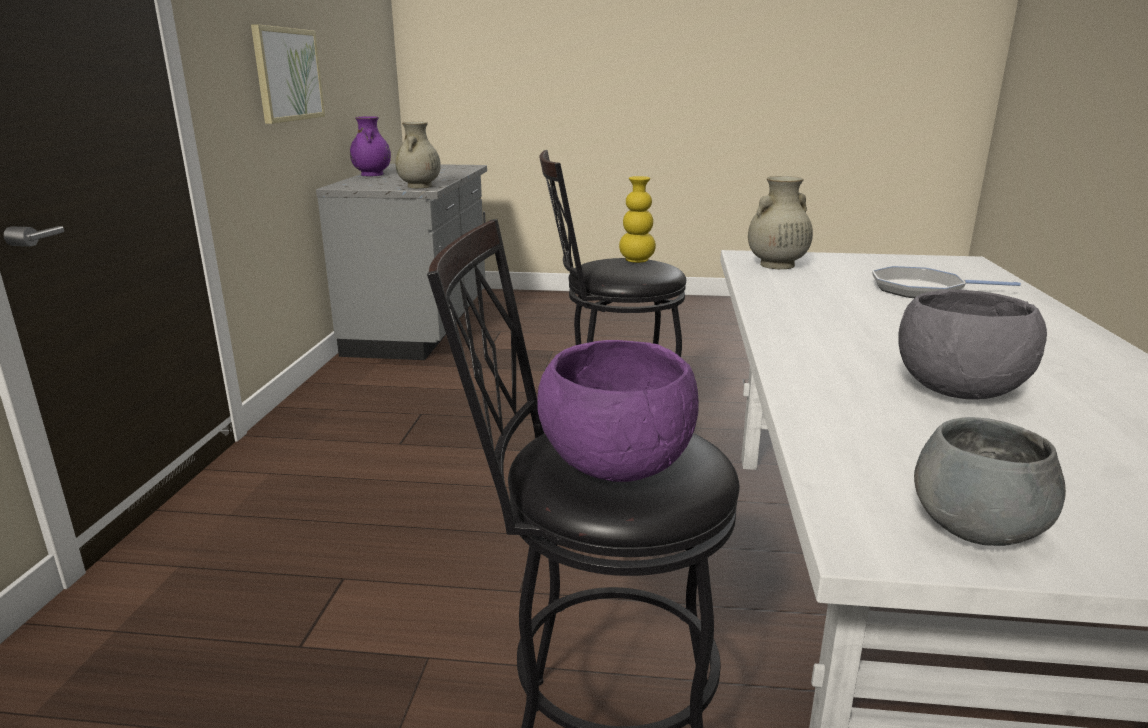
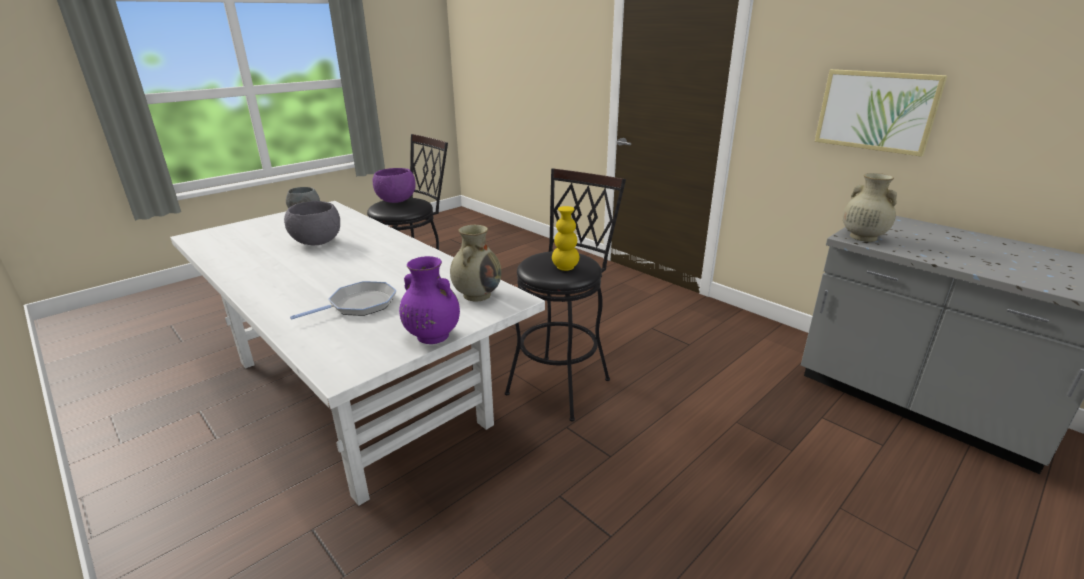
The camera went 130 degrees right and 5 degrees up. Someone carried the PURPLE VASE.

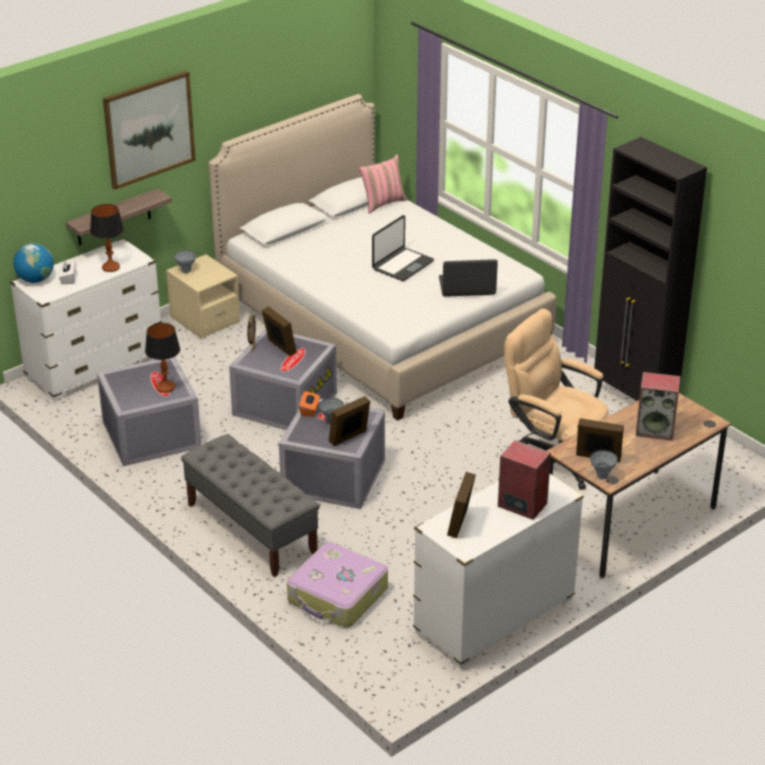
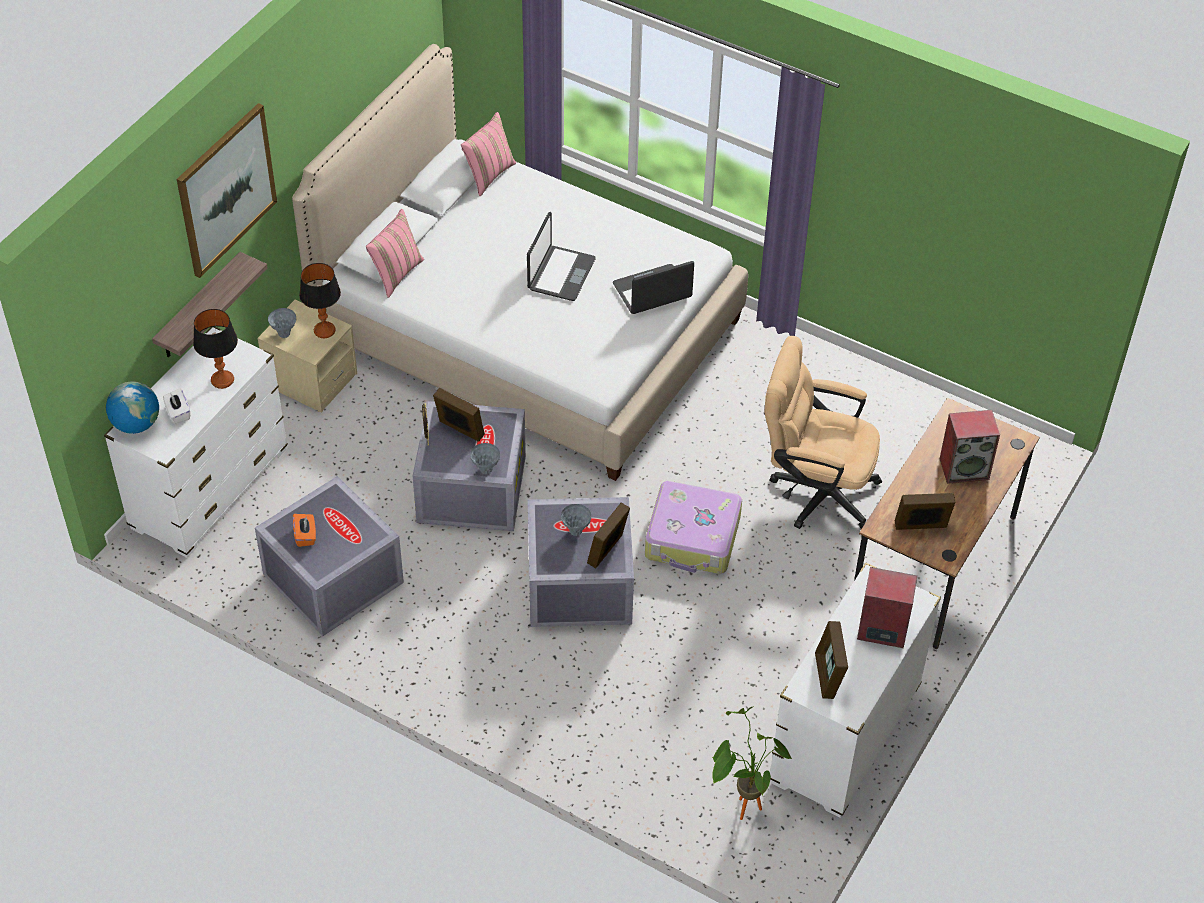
The camera went 20 degrees left and 15 degrees up. Someone carried the TABLE LAMP (2nd from left). Someone took away the GREY BENCH. Someone carried the SUITCASE. Someone carried the ORANGE TISSUE BOX. Someone carried the GREY VASE (3rd from left in the first image). Someone took away the BLACK CABINET. Someone put down the PINK PILLOW (1st from left). Someone put down the POTTED PLANT.

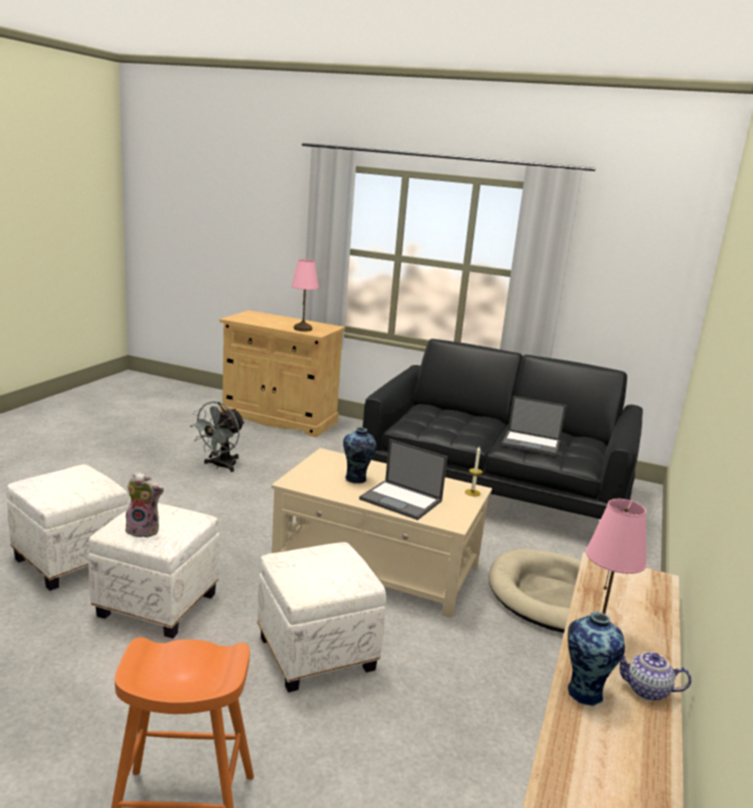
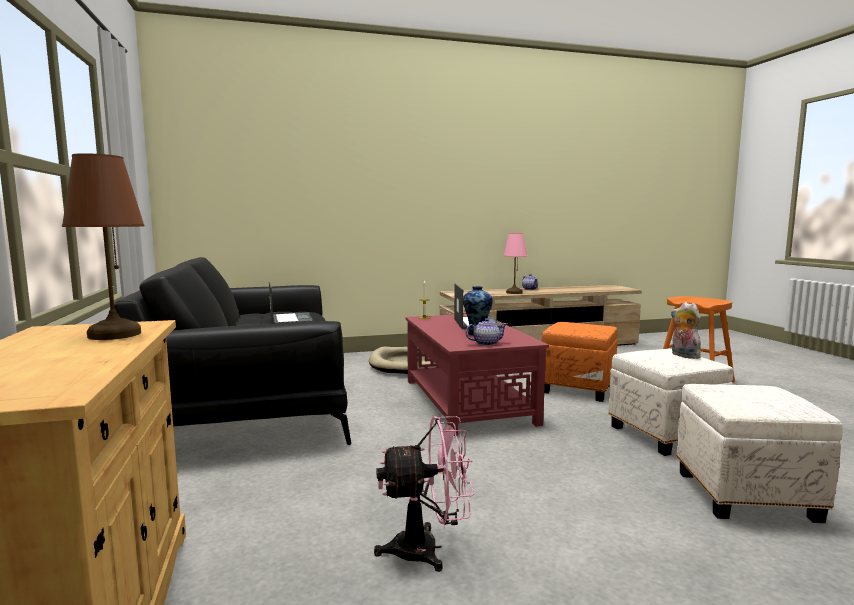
The camera went 125 degrees left and 10 degrees down. Someone repainted the GREY FAN, which became the PINK FAN. Someone repainted the WHITE OTTOMAN (3rd from left), which became the ORANGE OTTOMAN. Someone repainted the BEIGE COFFEE TABLE, which became the RED COFFEE TABLE. Someone repainted the PINK TABLE LAMP (1st from left), which became the BROWN TABLE LAMP. Someone took away the VASE (2nd from left). Someone put down the TEAPOT (1st from left).

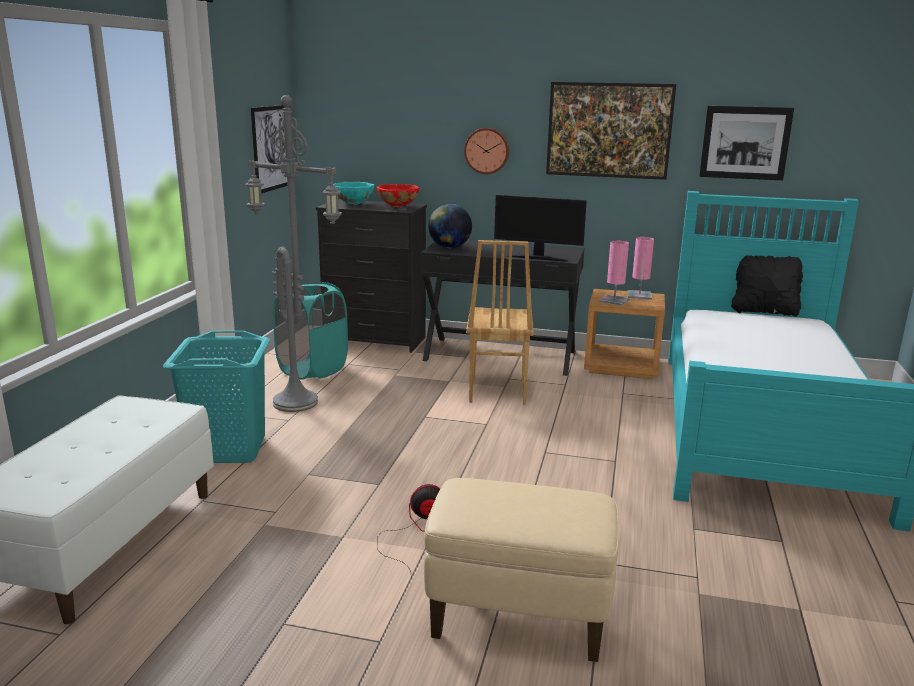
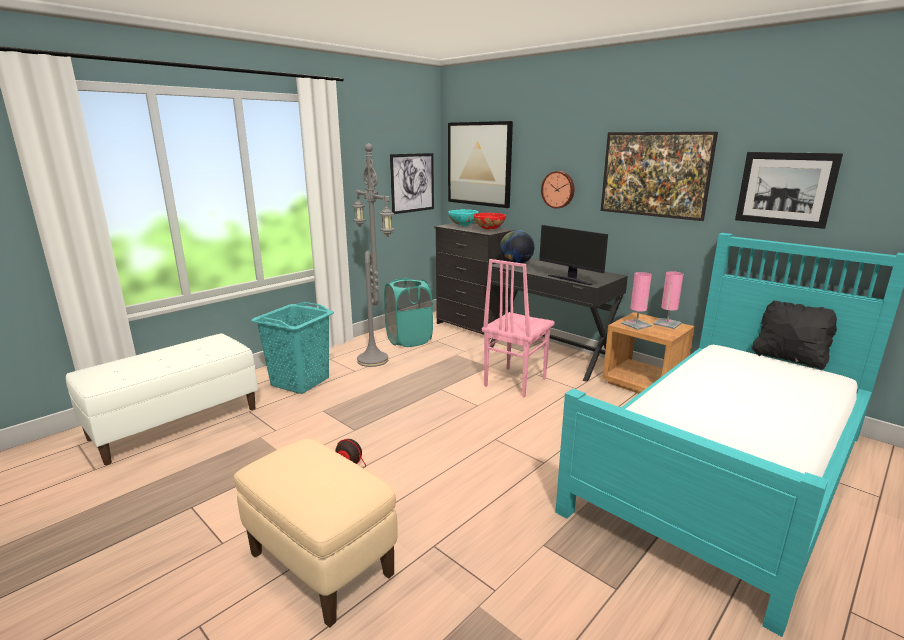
The camera went 30 degrees right and 0 degrees up. Someone repainted the BROWN CHAIR, which became the PINK CHAIR. Someone put up the PICTURE (2nd from left).

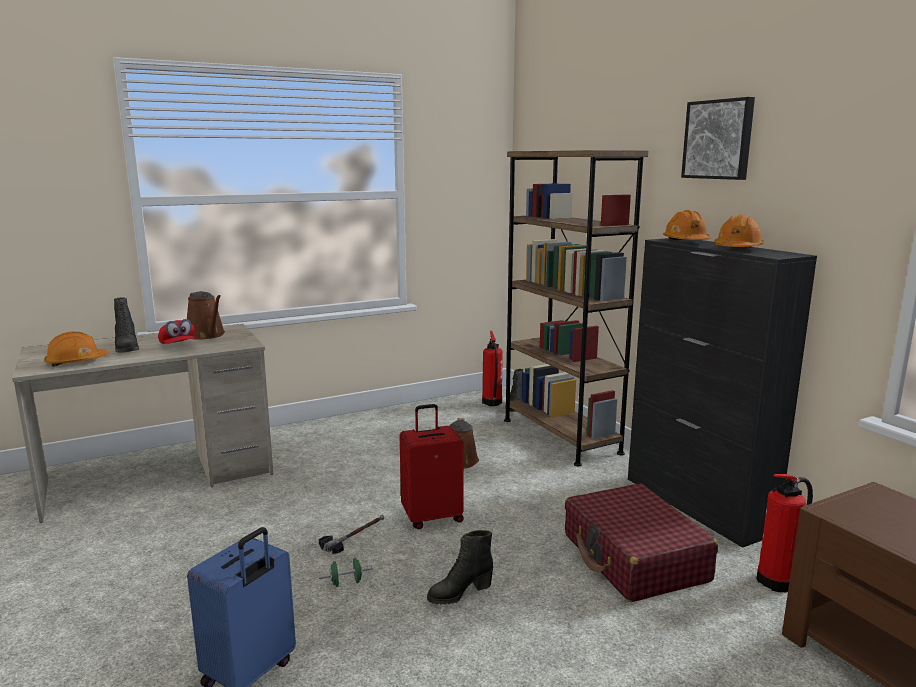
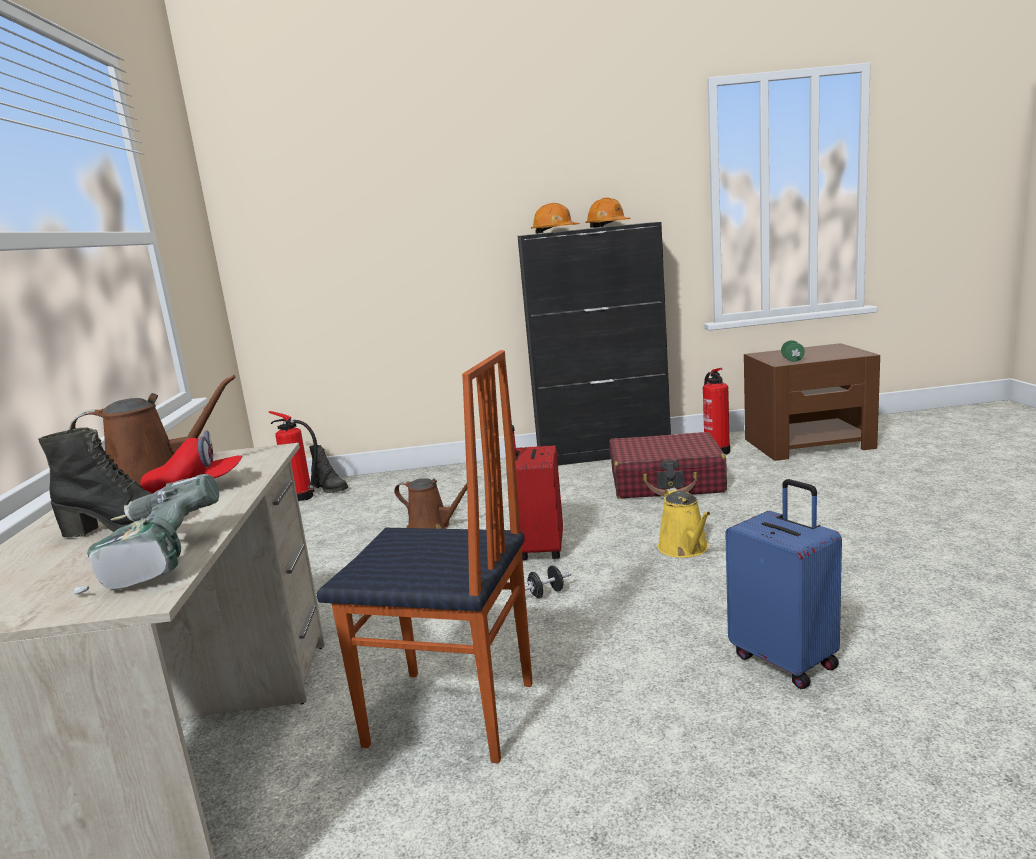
The camera went 65 degrees left and 0 degrees up. Someone swapped the ORANGE HARD HAT (1st from left) for the POWER DRILL. Someone swapped the HAMMER for the BLACK DUMBBELL. Someone carried the GREEN DUMBBELL. Someone swapped the BLACK BOOT (2nd from left) for the YELLOW WATERING CAN. Someone took away the BROWN BOOKCASE. Someone took away the PICTURE. Someone put down the CHAIR.

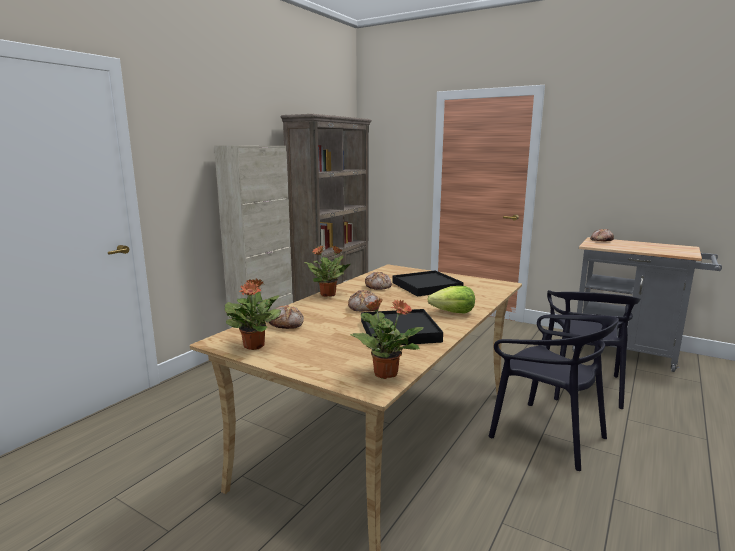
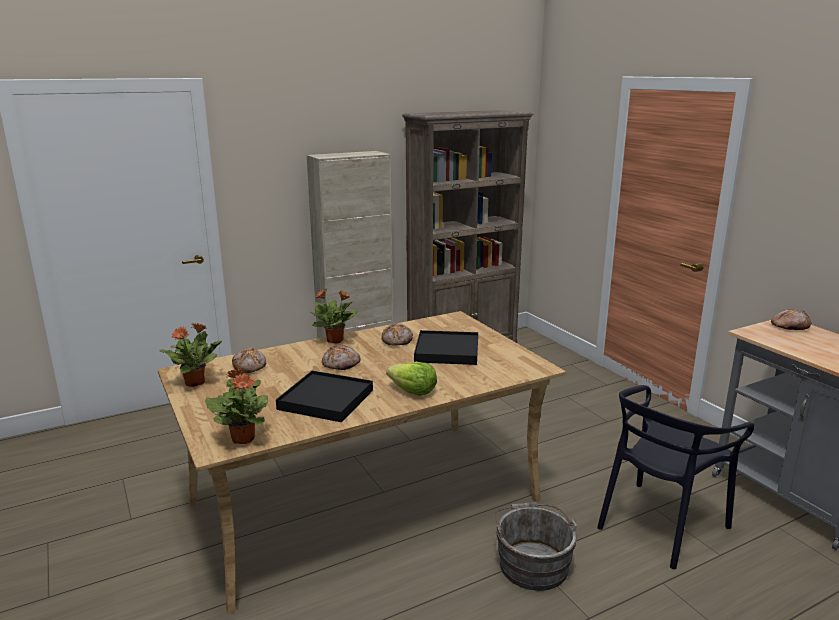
The camera went 30 degrees right and 5 degrees up. Someone swapped the BLACK CHAIR (1st from left) for the GREY BUCKET.

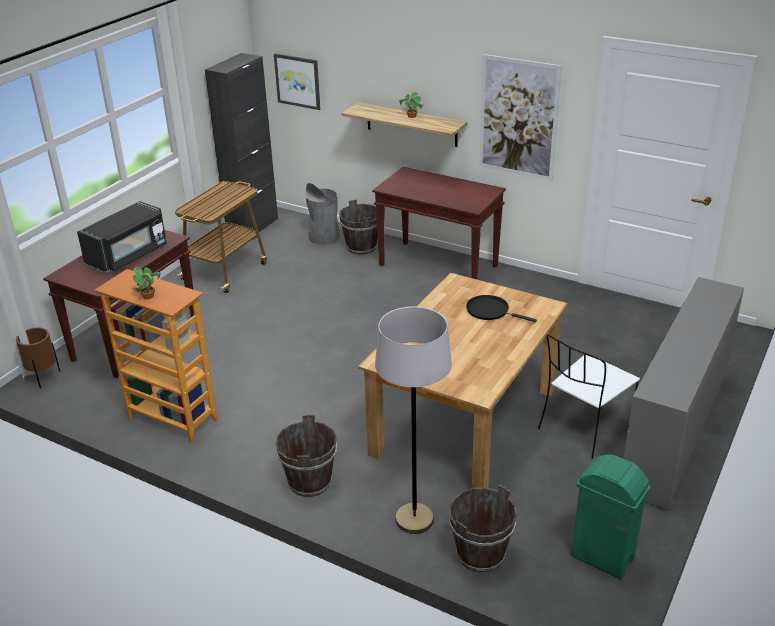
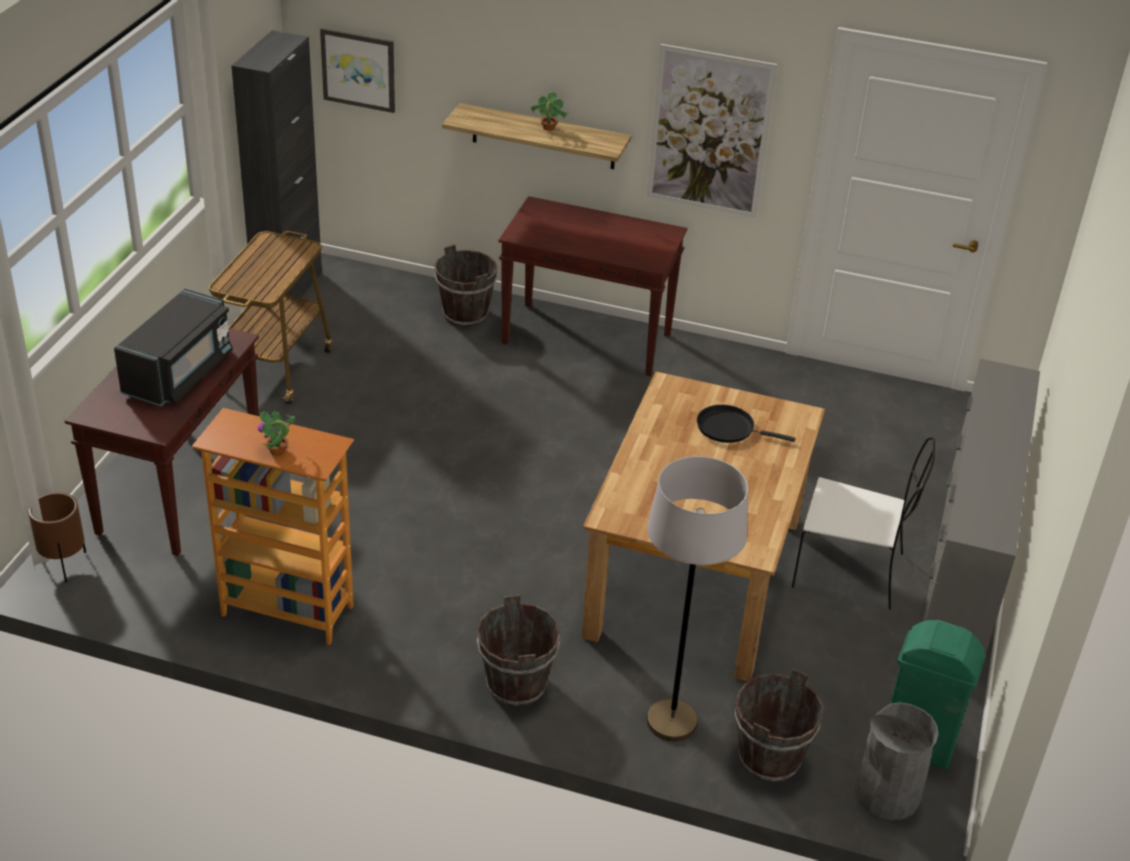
The camera went 15 degrees left and 5 degrees up. Someone carried the GREY TRASH CAN. Someone rotated the WHITE CHAIR by 105 degrees counterclockwise.

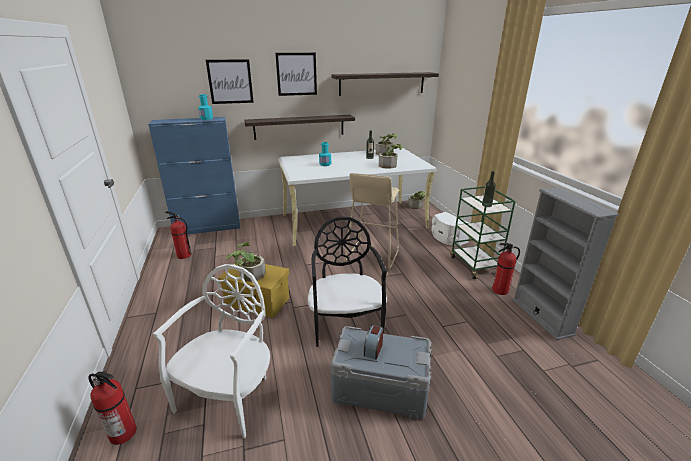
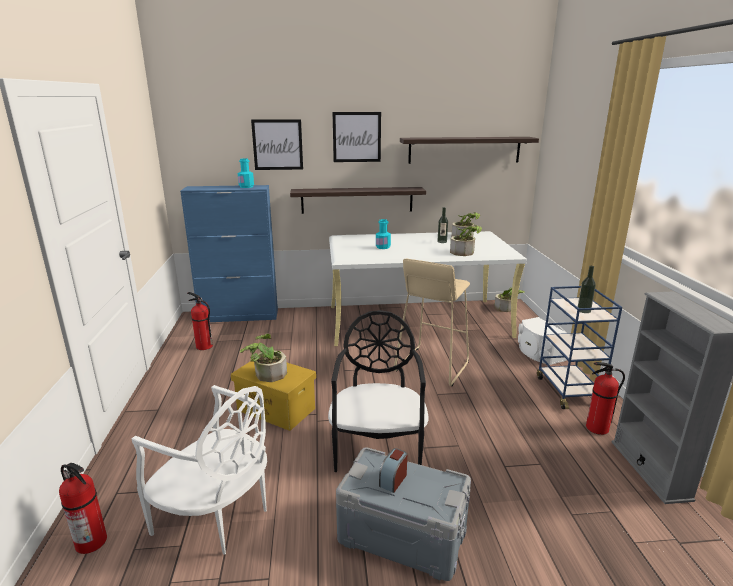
The camera went 10 degrees right and 5 degrees down. Someone rotated the WHITE CHAIR by 90 degrees clockwise. Someone repainted the GREEN CART, which became the BLUE CART.

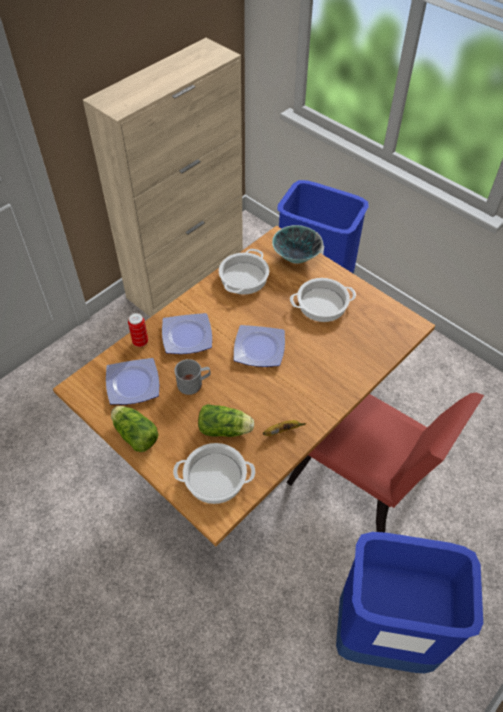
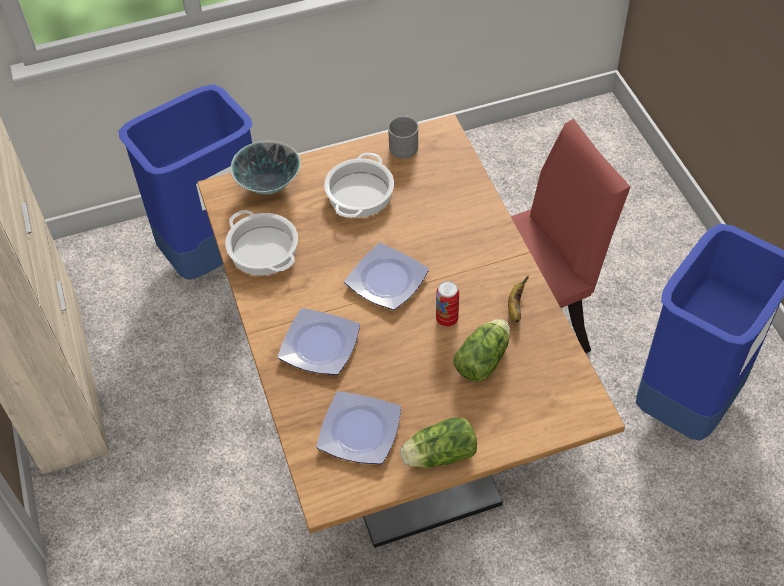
The camera went 60 degrees left and 0 degrees up. Someone carried the CAN. Someone took away the COOKING POT (1st from left). Someone carried the GREY MUG.

